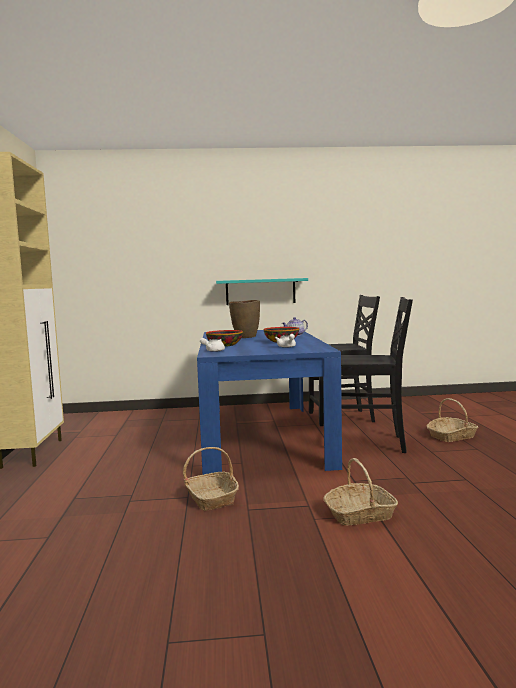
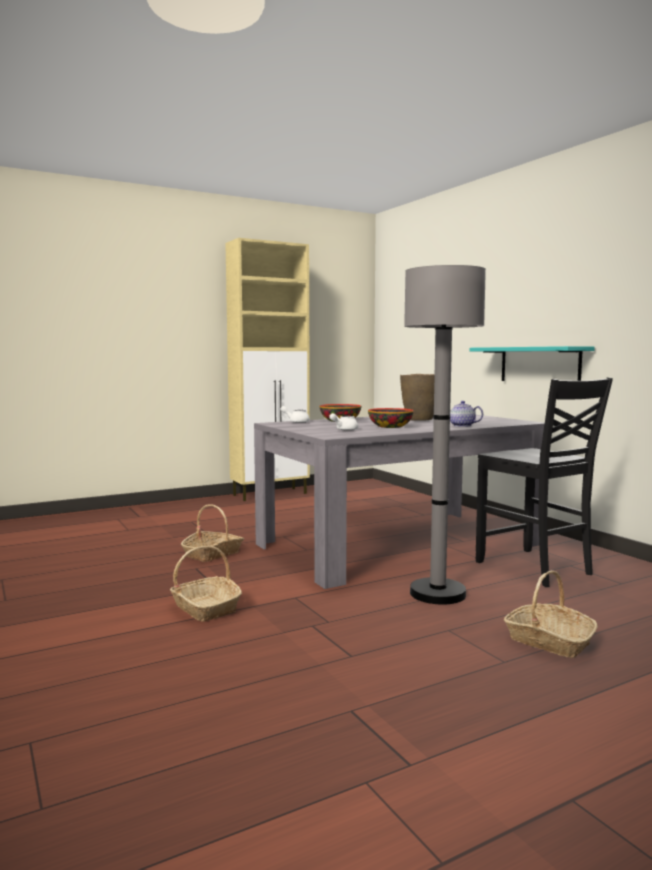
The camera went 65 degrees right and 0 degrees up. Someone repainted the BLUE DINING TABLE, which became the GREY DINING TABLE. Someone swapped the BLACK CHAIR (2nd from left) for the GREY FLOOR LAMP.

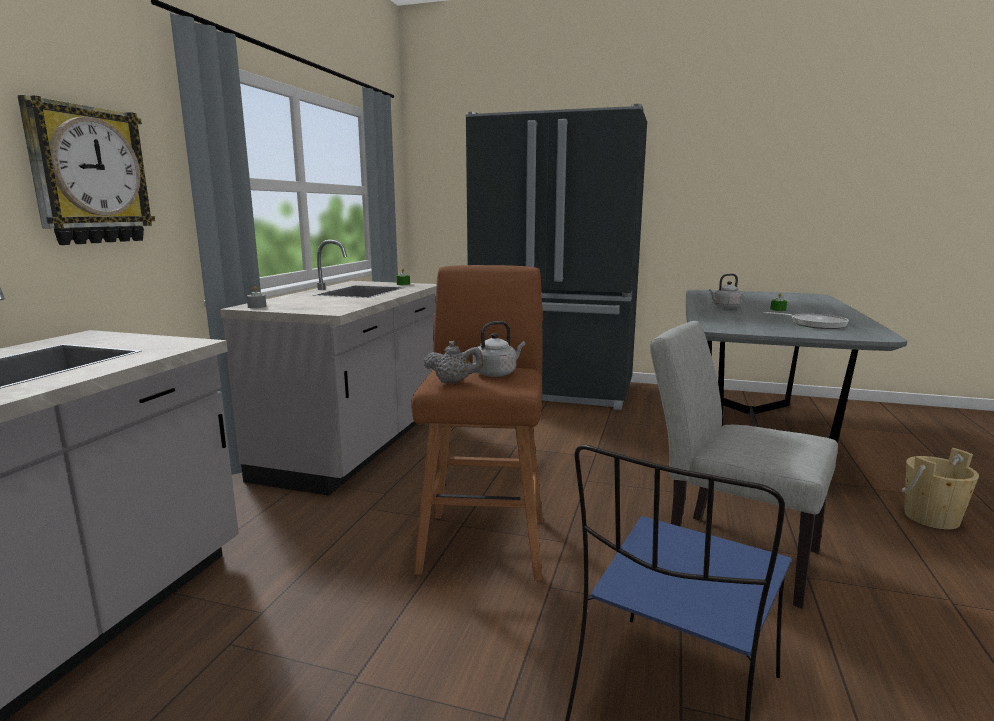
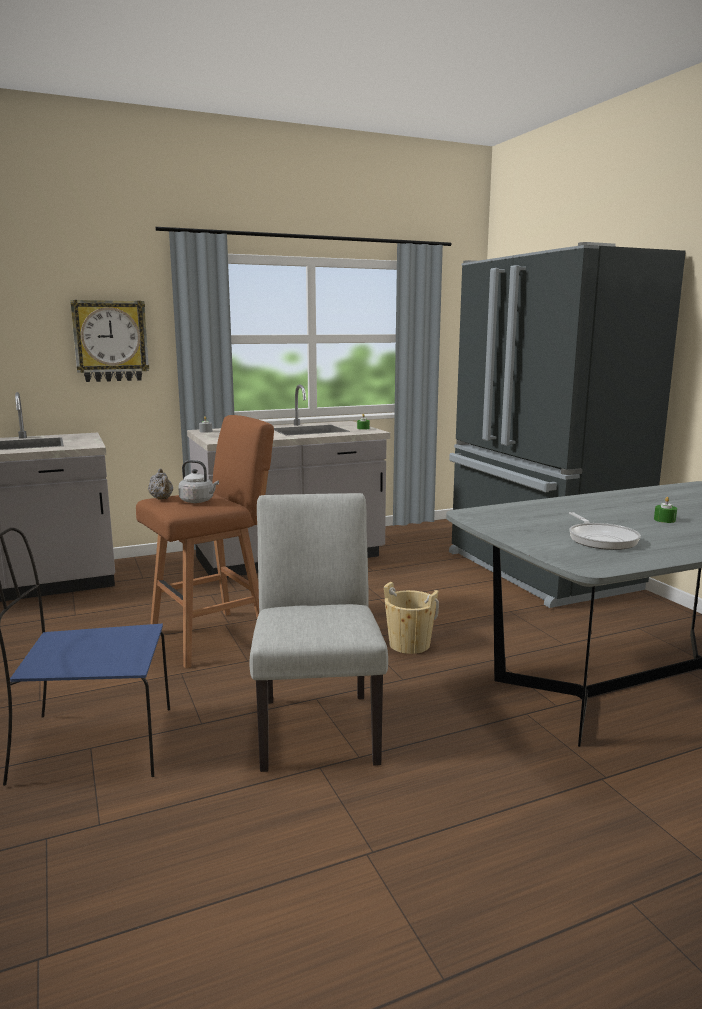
The camera went 50 degrees right and 0 degrees up. Someone took away the GREY KETTLE (2nd from left). Someone carried the BEIGE BUCKET.

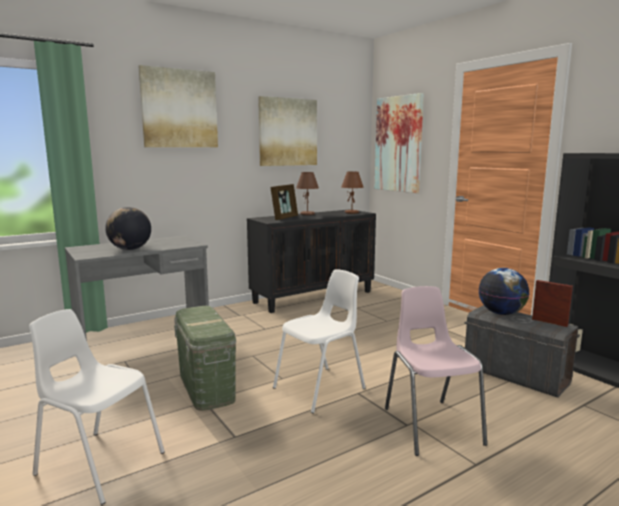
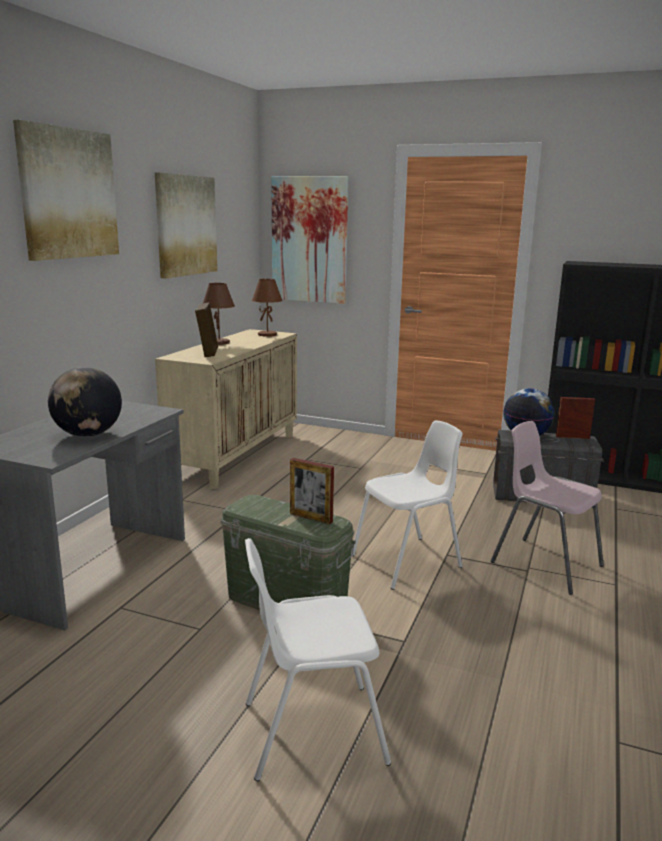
The camera went 35 degrees left and 5 degrees up. Someone repainted the BLACK CABINET, which became the BEIGE CABINET. Someone rotated the WHITE CHAIR (2nd from left) by 45 degrees clockwise. Someone put down the PICTURE FRAME (2nd from left).

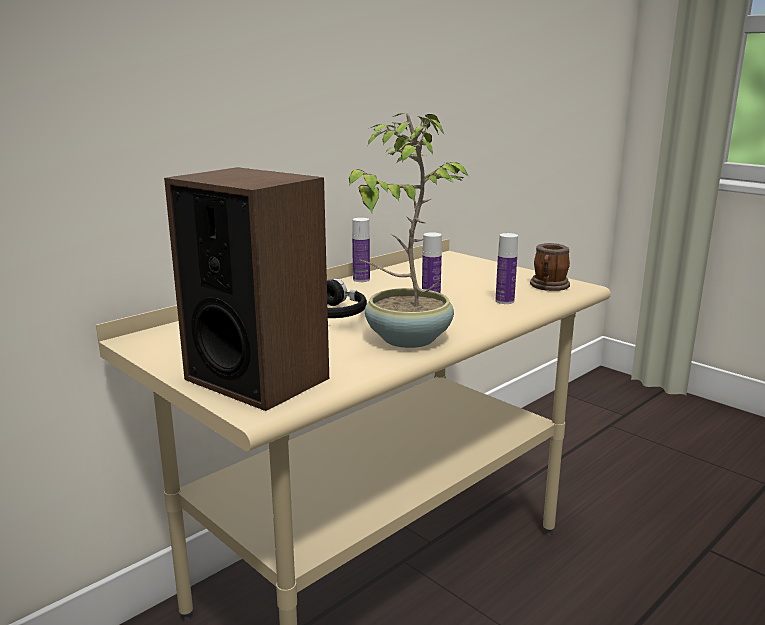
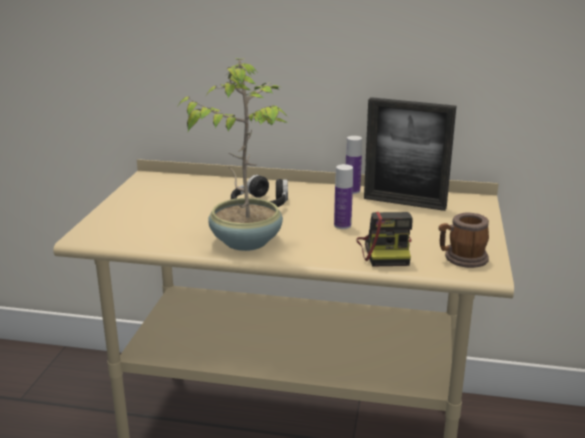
The camera went 55 degrees right and 5 degrees up. Someone took away the SPEAKER. Someone swapped the BOTTLE (3rd from left) for the PHOTO CAMERA. Someone put down the PICTURE FRAME.

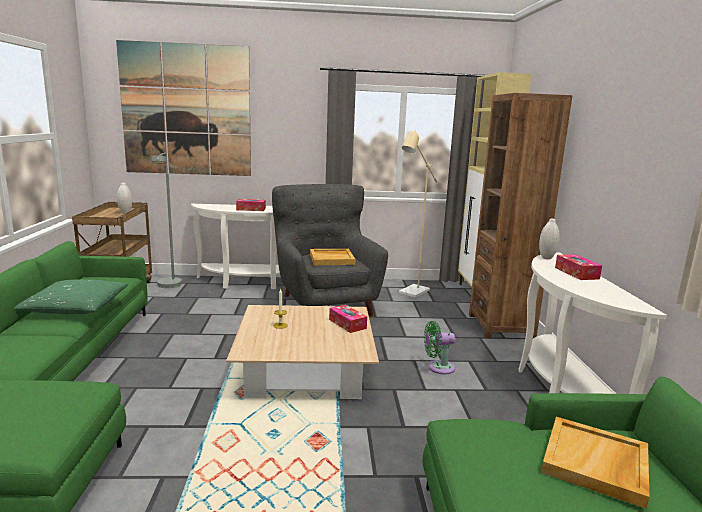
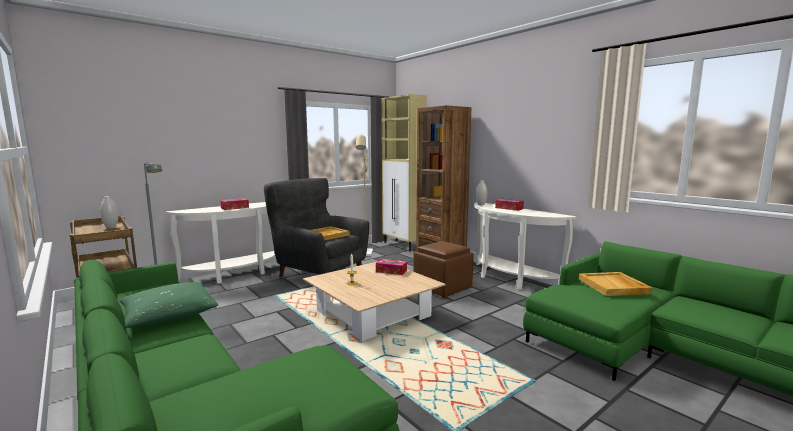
The camera went 35 degrees left and 5 degrees down. Someone took away the PICTURE. Someone swapped the GREEN FAN for the BROWN OTTOMAN.

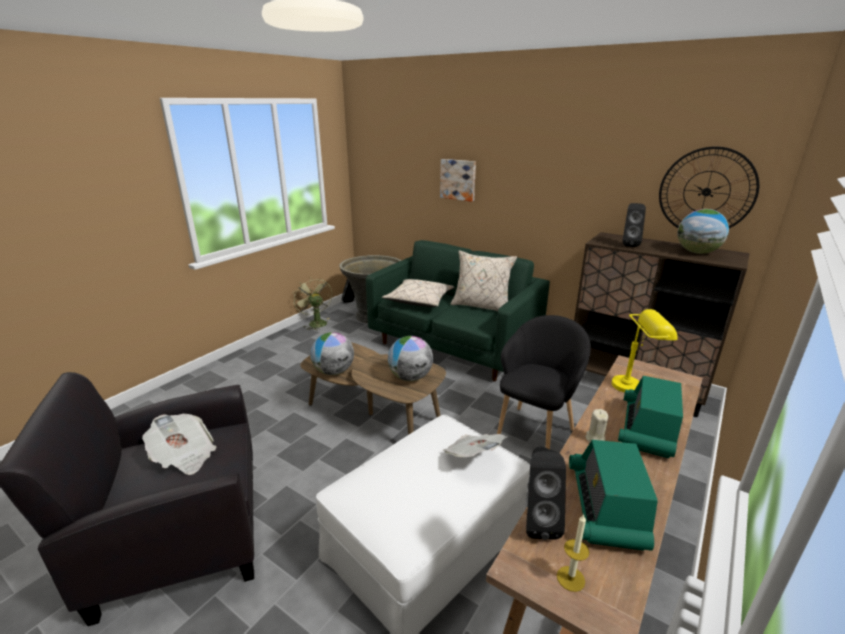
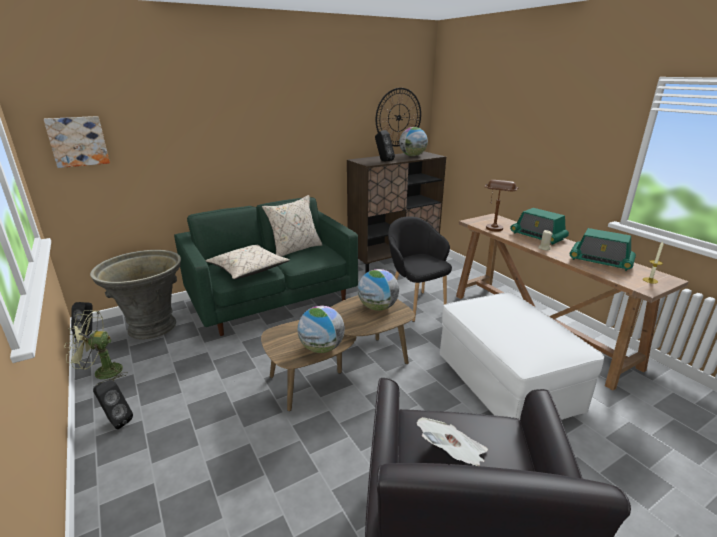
The camera went 65 degrees left and 0 degrees up. Someone carried the PICTURE. Someone took away the NEWSPAPER (2nd from left). Someone carried the BLACK SPEAKER (2nd from left). Someone repainted the YELLOW TABLE LAMP, which became the BROWN TABLE LAMP.

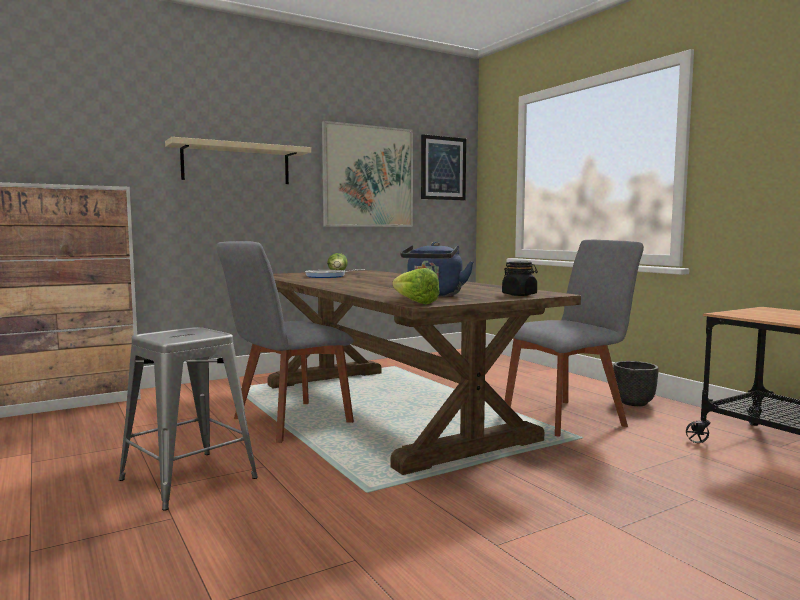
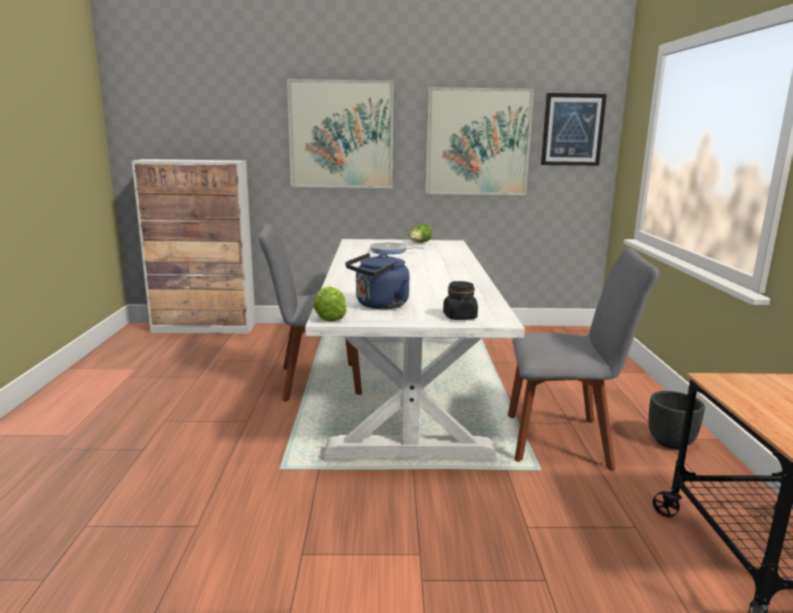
The camera went 30 degrees right and 10 degrees up. Someone took away the GREY STOOL. Someone swapped the BEIGE SHELF for the PICTURE (1st from left). Someone repainted the BROWN DINING TABLE, which became the WHITE DINING TABLE.

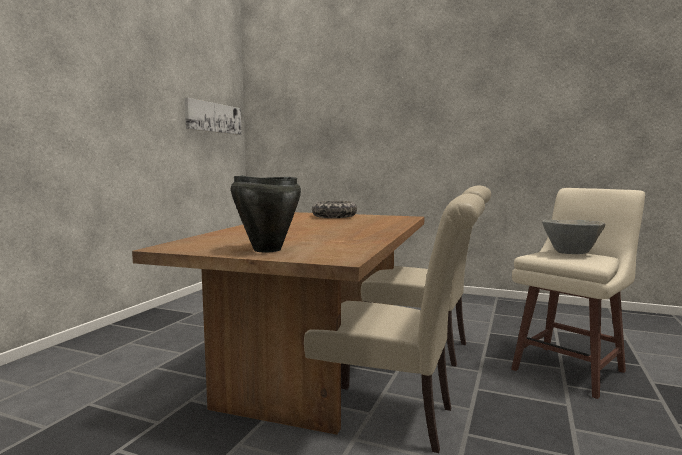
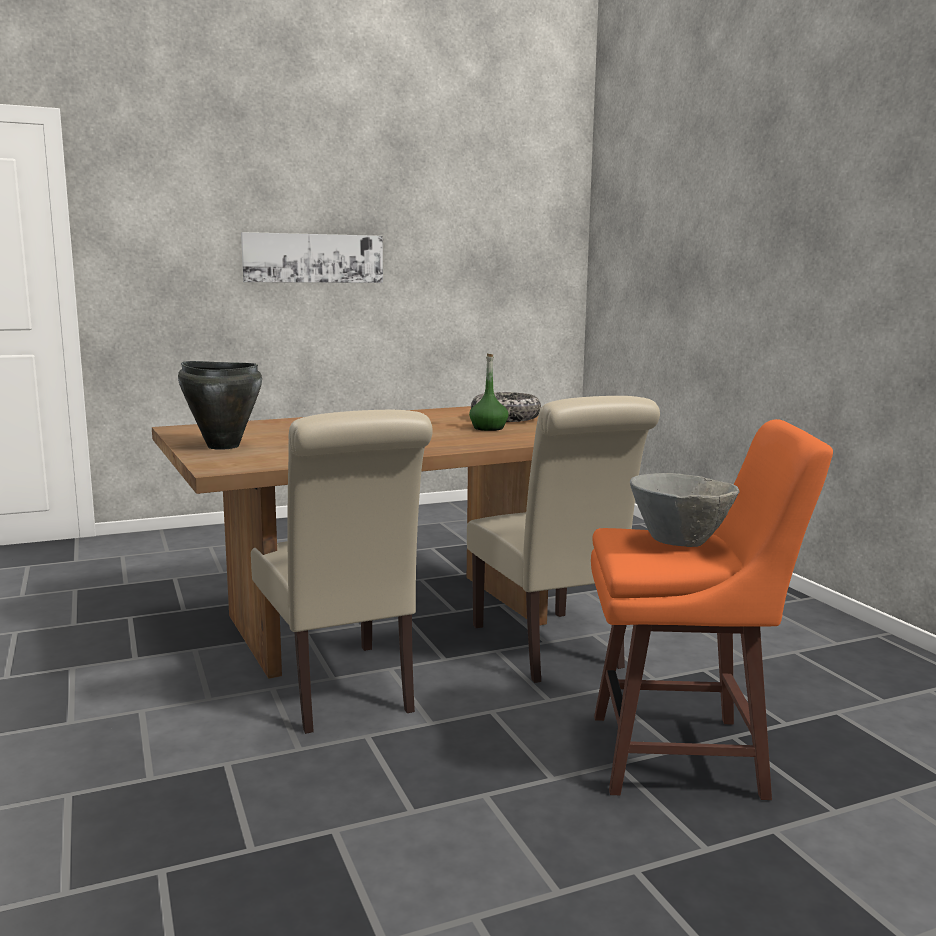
The camera went 45 degrees right and 5 degrees up. Someone carried the PICTURE. Someone repainted the BEIGE STOOL, which became the ORANGE STOOL. Someone put down the GREEN BOTTLE.

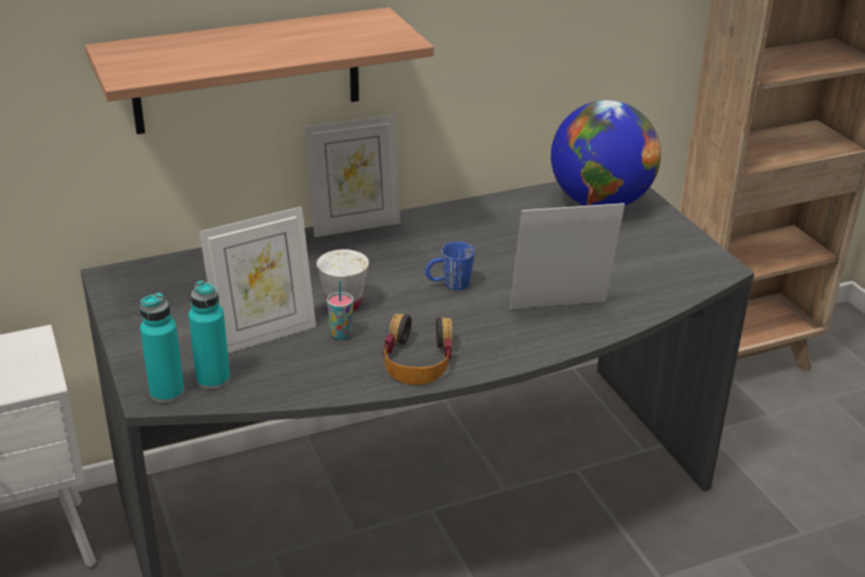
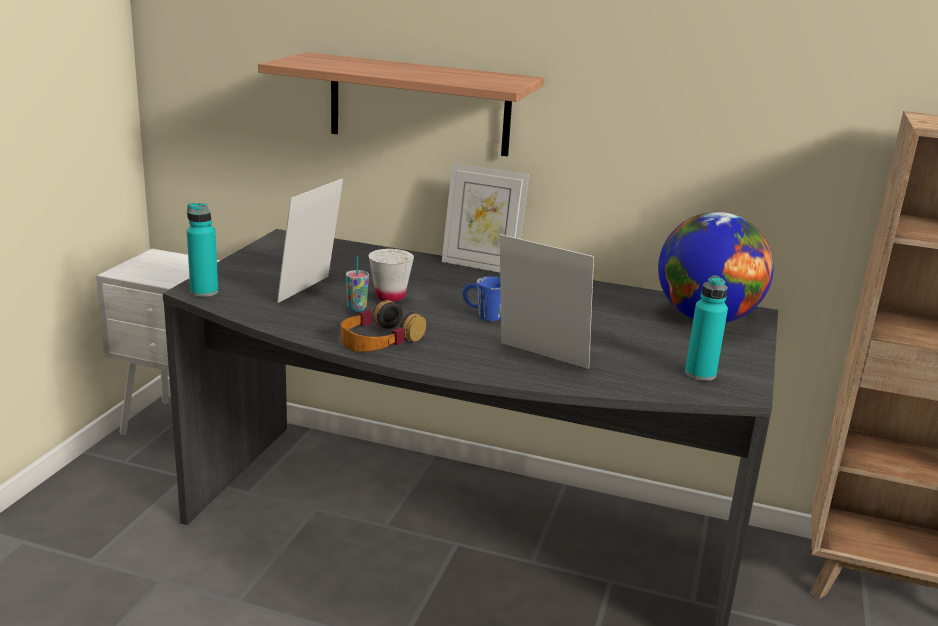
The camera went 40 degrees right and 10 degrees down. Someone carried the TURQUOISE BOTTLE (2nd from left). Someone rotated the PICTURE FRAME (1st from left) by 105 degrees clockwise.

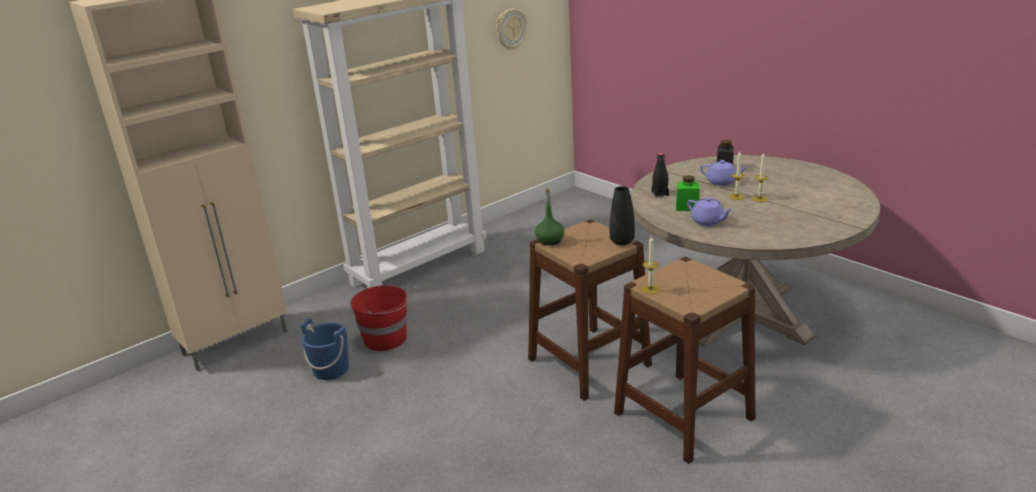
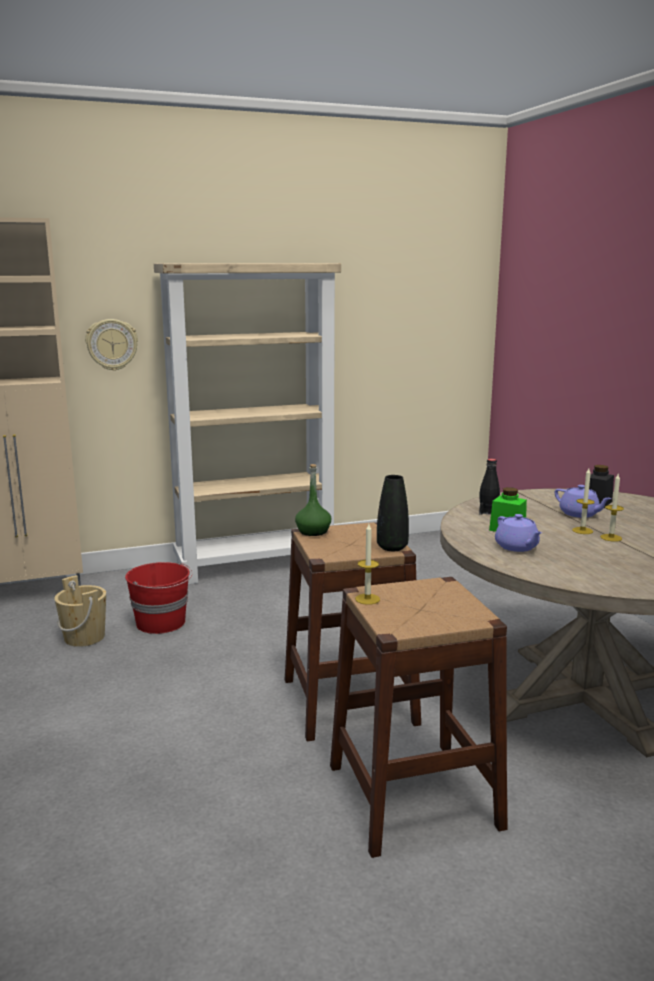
The camera went 20 degrees right and 10 degrees down. Someone repainted the BLUE BUCKET, which became the BEIGE BUCKET. Someone carried the WALL CLOCK.

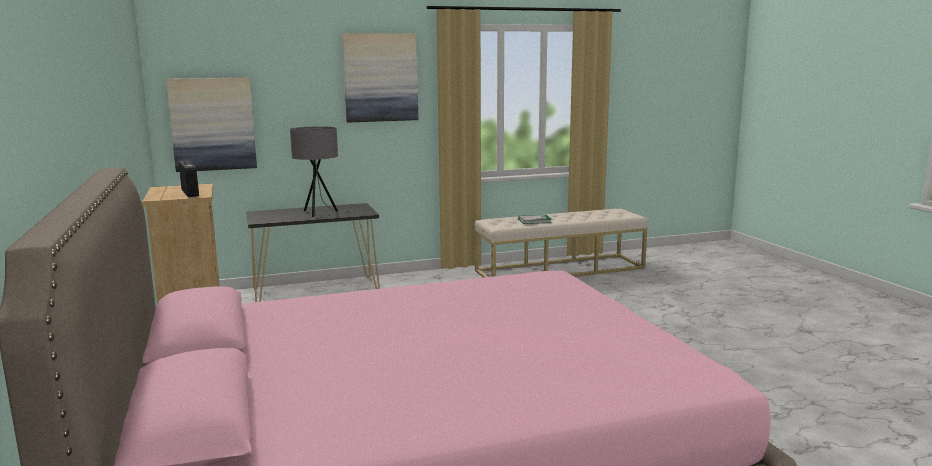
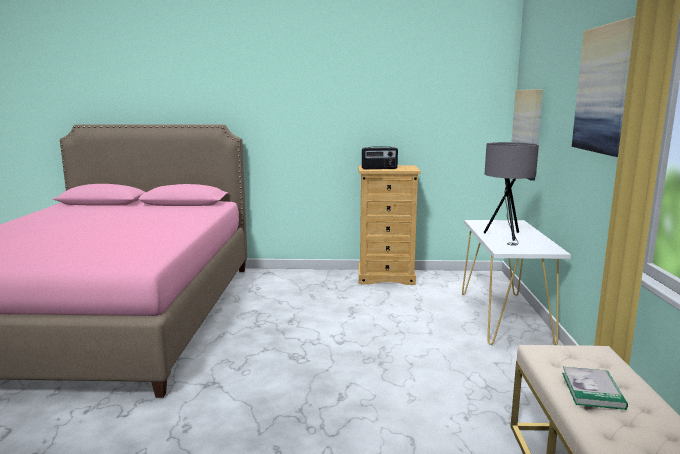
The camera went 110 degrees right and 0 degrees up. Someone repainted the BLACK CONSOLE TABLE, which became the WHITE CONSOLE TABLE.

